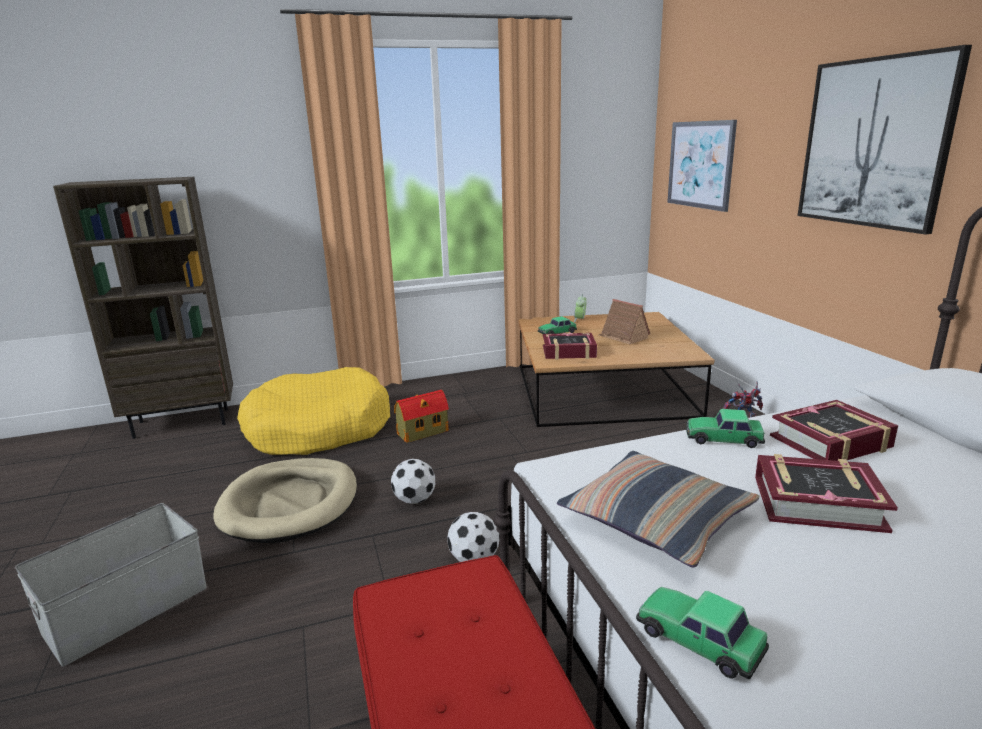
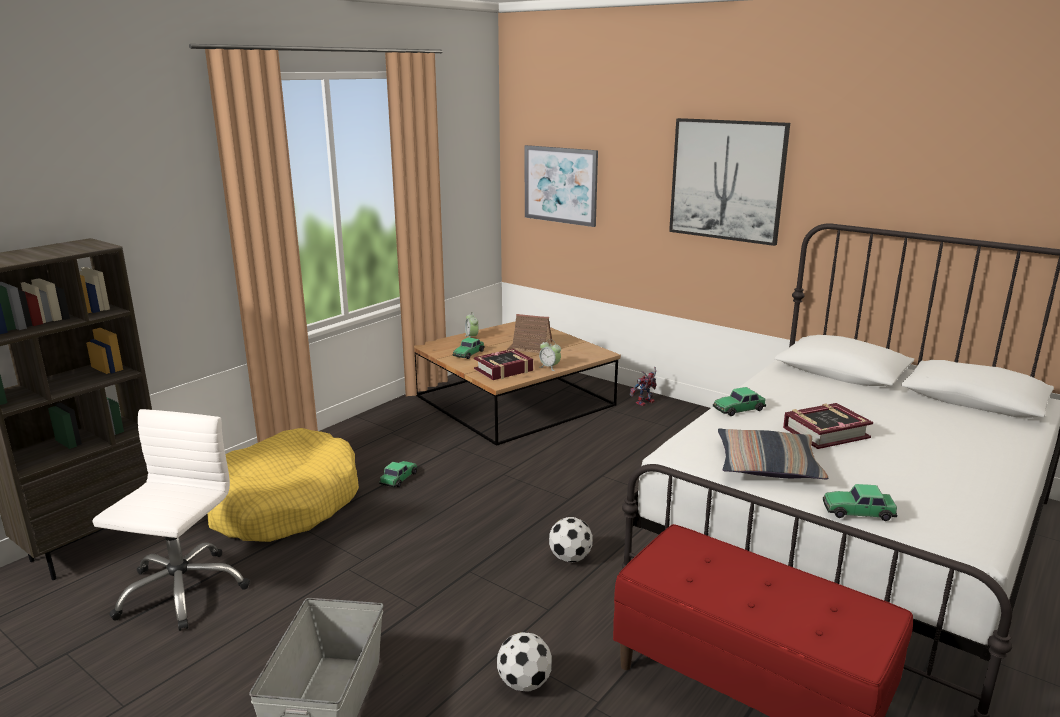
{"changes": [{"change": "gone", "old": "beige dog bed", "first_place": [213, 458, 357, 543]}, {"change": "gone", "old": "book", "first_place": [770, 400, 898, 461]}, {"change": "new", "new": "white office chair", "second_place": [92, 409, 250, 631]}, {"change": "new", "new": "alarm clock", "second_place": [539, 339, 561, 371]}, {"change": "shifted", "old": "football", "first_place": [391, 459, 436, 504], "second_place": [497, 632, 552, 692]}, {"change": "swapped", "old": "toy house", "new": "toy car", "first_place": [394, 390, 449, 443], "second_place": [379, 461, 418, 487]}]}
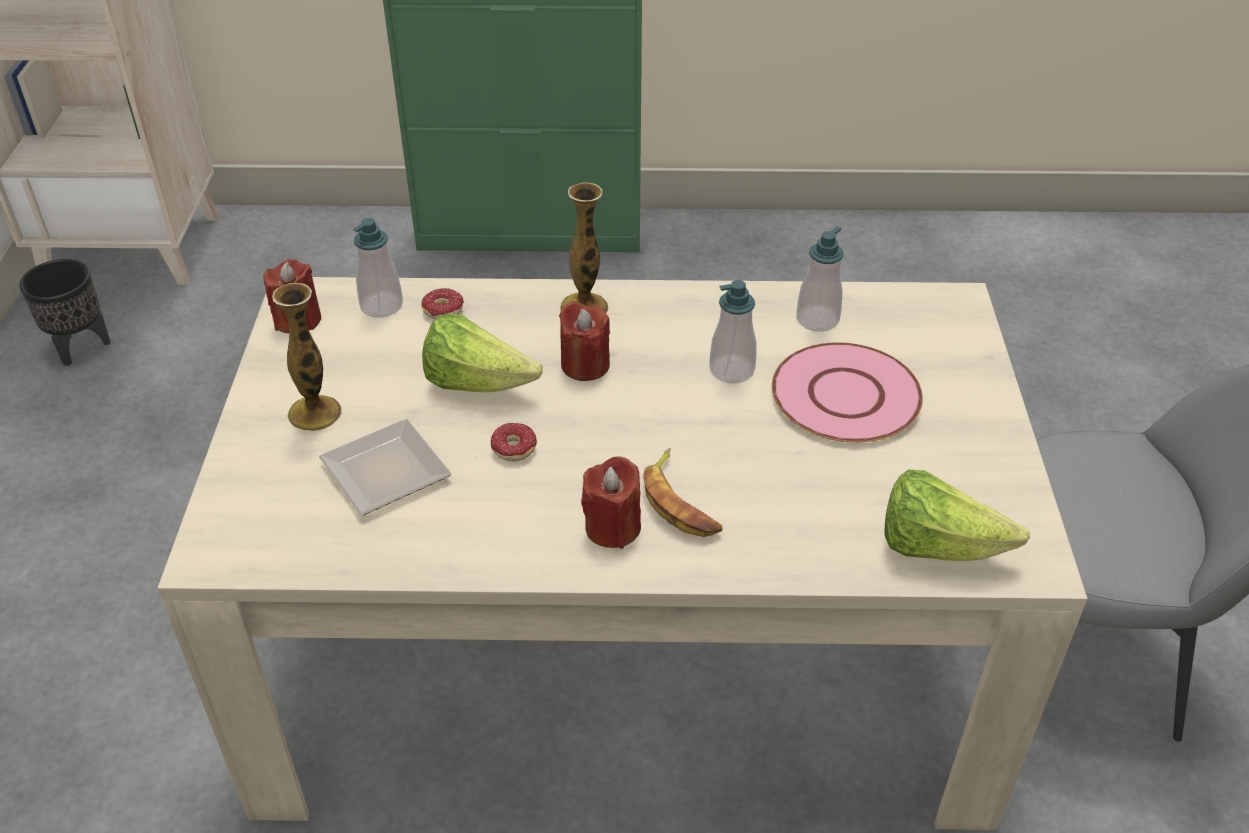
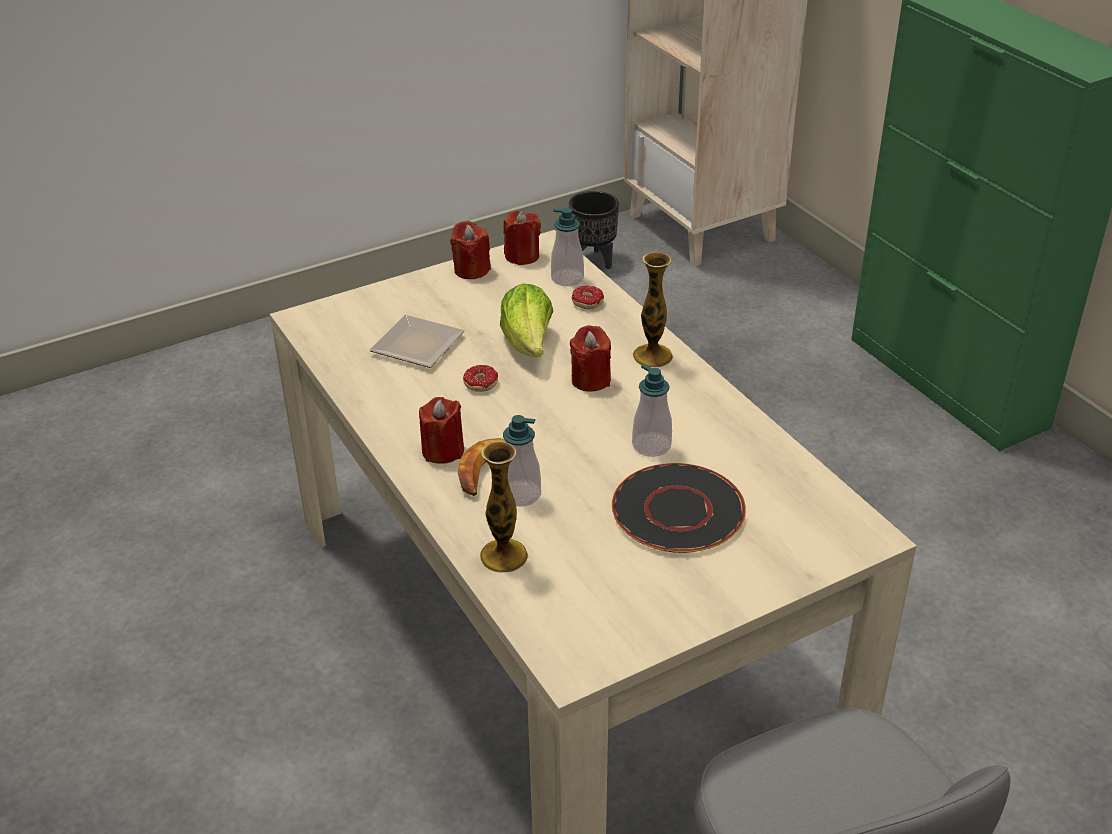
{"changes": [{"change": "gone", "old": "lettuce", "first_place": [884, 470, 1030, 561]}, {"change": "new", "new": "red candle", "second_place": [450, 221, 491, 279]}, {"change": "shifted", "old": "vase", "first_place": [272, 283, 342, 431], "second_place": [480, 441, 529, 573]}, {"change": "shifted", "old": "soap dispenser", "first_place": [796, 226, 844, 332], "second_place": [503, 415, 541, 506]}, {"change": "repainted", "old": "pink plate", "new": "black plate", "first_place": [772, 342, 923, 443], "second_place": [612, 463, 746, 553]}]}
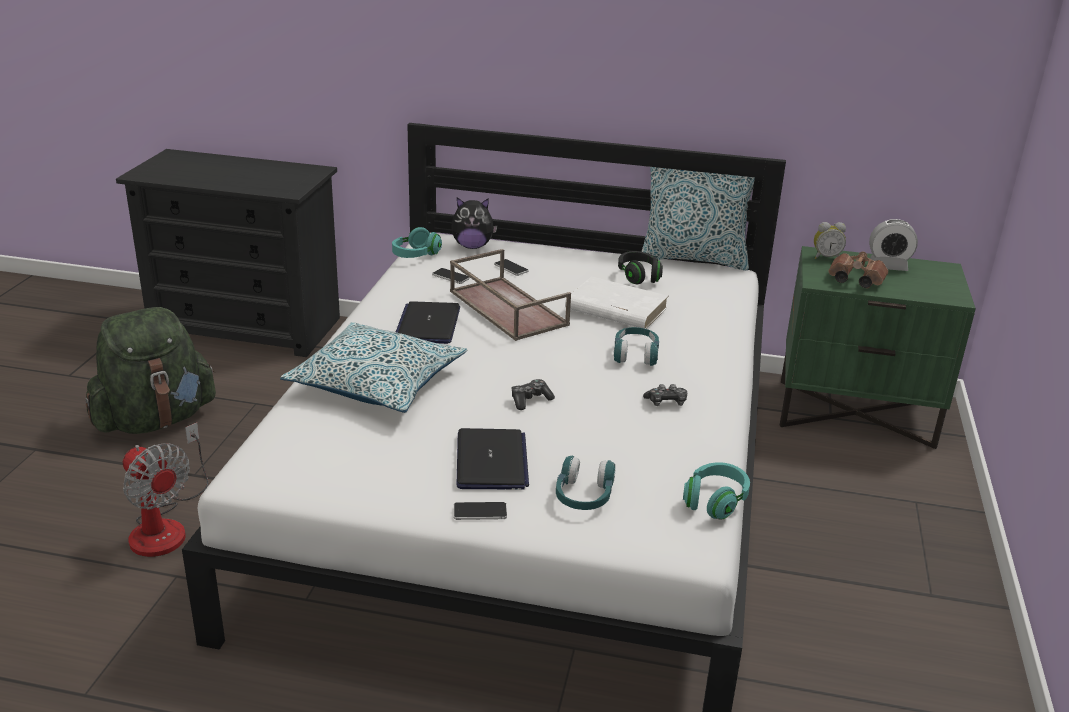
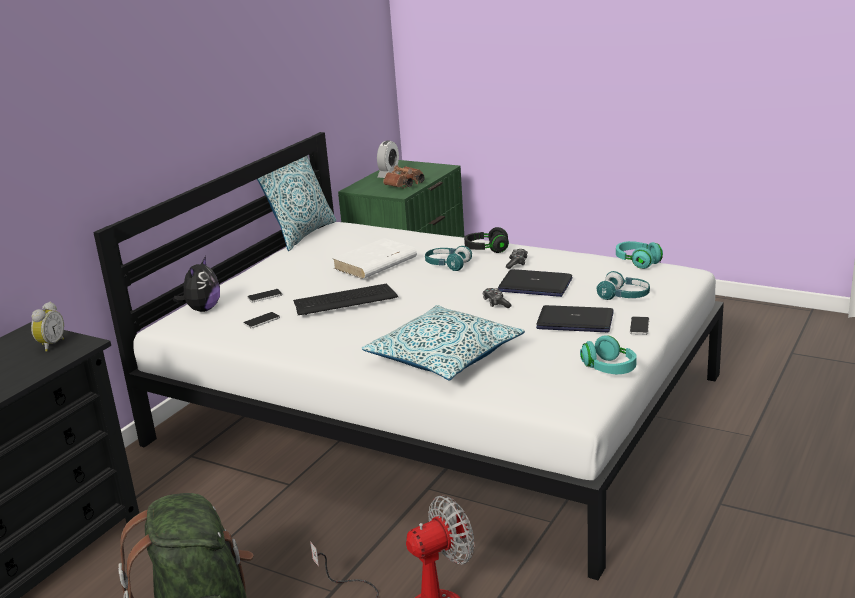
{"changes": [{"change": "shifted", "old": "turquoise headphones", "first_place": [392, 227, 442, 258], "second_place": [580, 336, 637, 374]}, {"change": "shifted", "old": "laptop", "first_place": [396, 301, 460, 344], "second_place": [498, 269, 572, 297]}, {"change": "shifted", "old": "black headphones", "first_place": [618, 251, 663, 284], "second_place": [464, 227, 509, 253]}, {"change": "shifted", "old": "alarm clock", "first_place": [814, 222, 846, 259], "second_place": [31, 302, 64, 352]}, {"change": "swapped", "old": "brown tray", "new": "keyboard", "first_place": [450, 249, 571, 341], "second_place": [293, 284, 398, 315]}]}
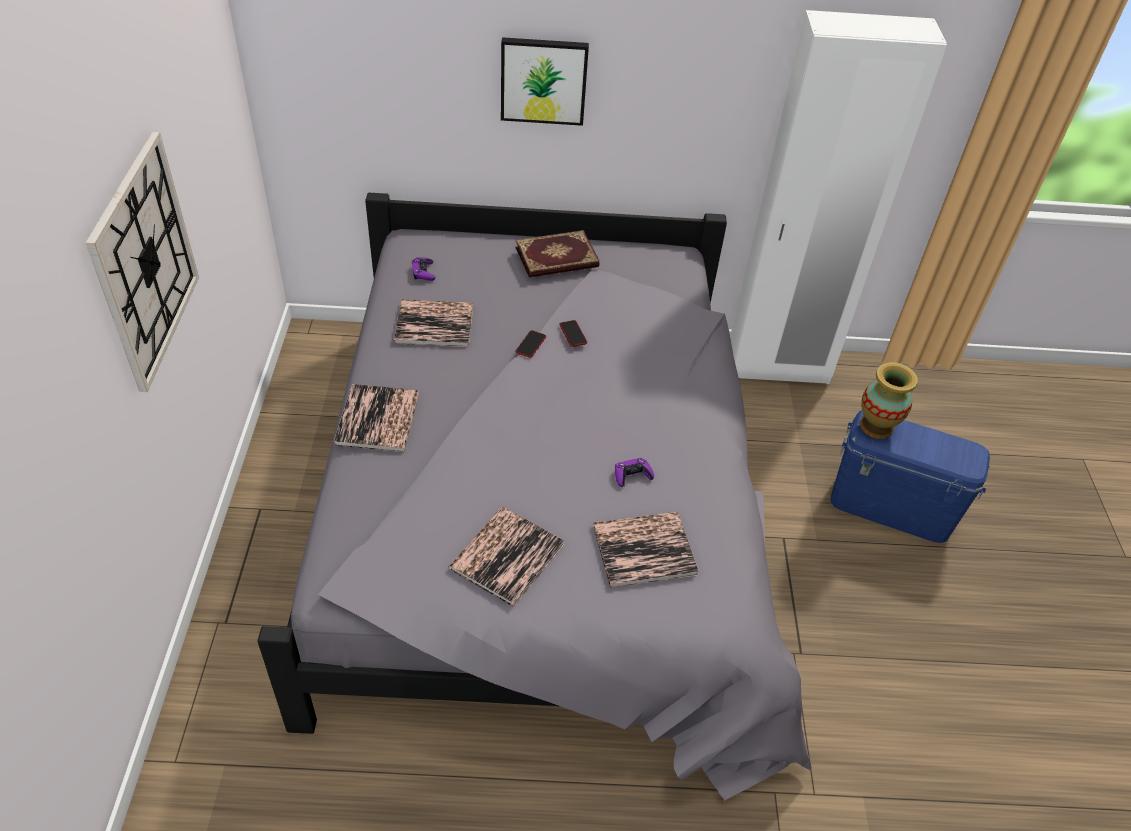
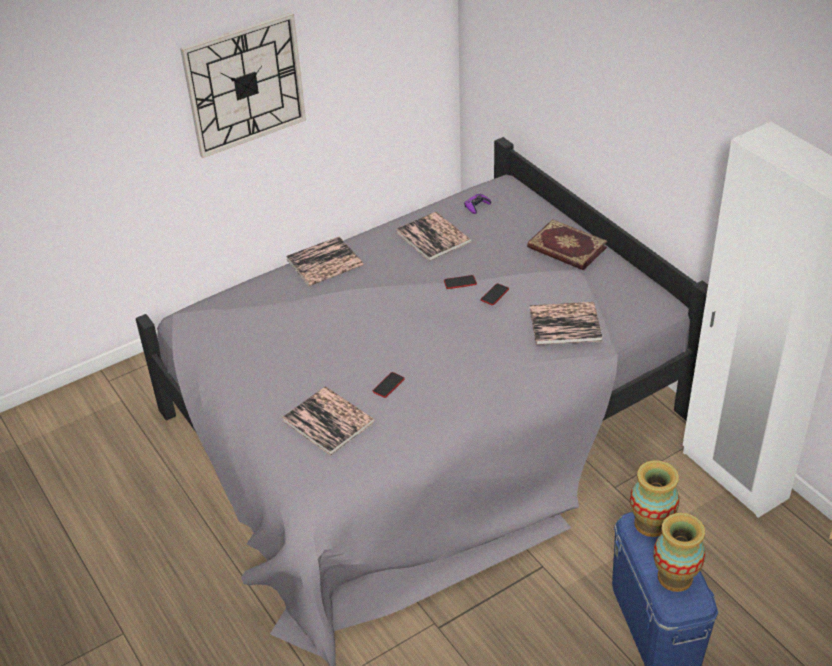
{"changes": [{"change": "gone", "old": "picture", "first_place": [501, 37, 589, 126]}, {"change": "new", "new": "vase", "second_place": [653, 513, 705, 592]}, {"change": "shifted", "old": "book", "first_place": [448, 507, 564, 607], "second_place": [530, 302, 603, 345]}, {"change": "swapped", "old": "purple game controller", "new": "phone", "first_place": [615, 458, 654, 487], "second_place": [373, 372, 405, 398]}]}
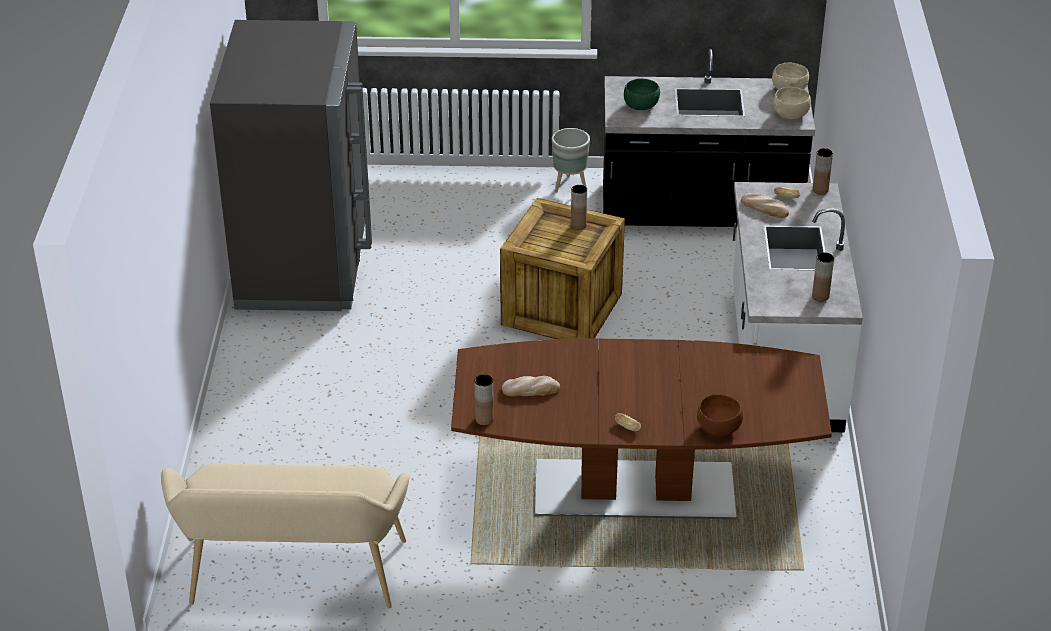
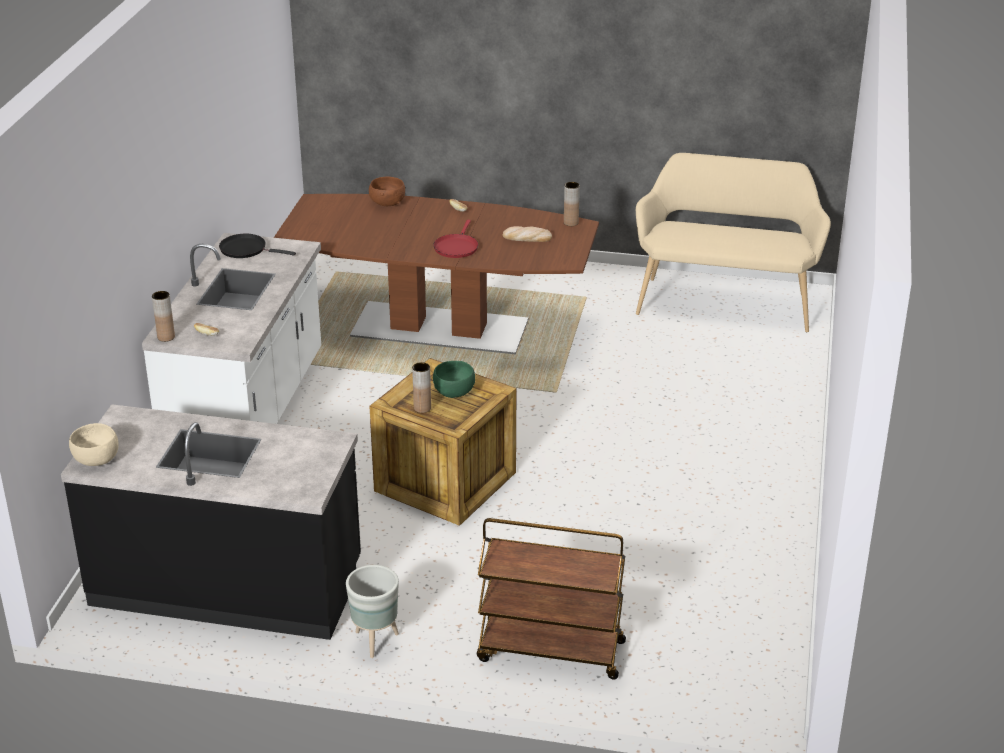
{"changes": [{"change": "gone", "old": "grey fridge", "first_place": [210, 20, 372, 311]}, {"change": "gone", "old": "bread", "first_place": [741, 193, 789, 218]}, {"change": "gone", "old": "beige bowl", "first_place": [773, 87, 811, 119]}, {"change": "new", "new": "red frying pan", "second_place": [433, 220, 478, 258]}, {"change": "new", "new": "brown cart", "second_place": [477, 518, 626, 680]}, {"change": "shifted", "old": "green bowl", "first_place": [624, 79, 660, 110], "second_place": [433, 361, 475, 398]}, {"change": "swapped", "old": "brown vase", "new": "black frying pan", "first_place": [812, 252, 834, 301], "second_place": [219, 234, 296, 258]}]}
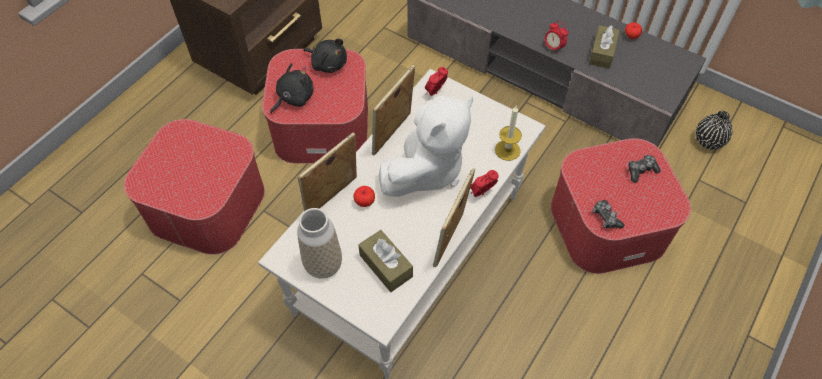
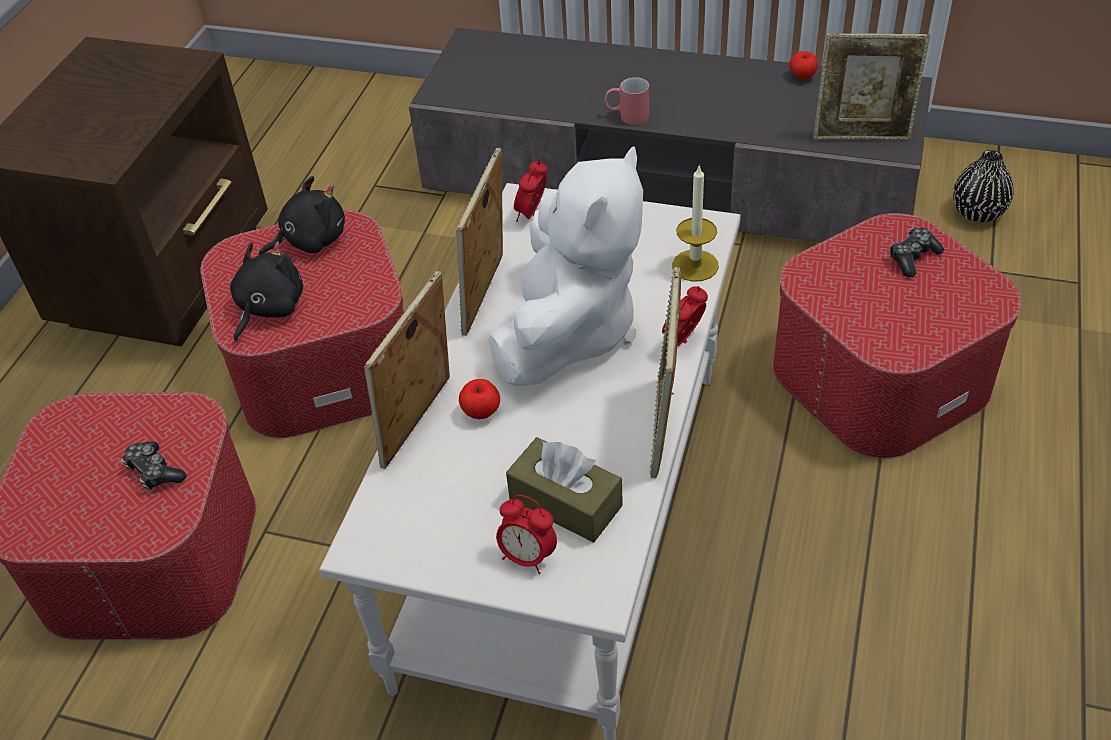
{"changes": [{"change": "gone", "old": "vase", "first_place": [297, 208, 342, 279]}, {"change": "gone", "old": "brown tissue box", "first_place": [589, 25, 620, 69]}, {"change": "new", "new": "red mug", "second_place": [605, 77, 649, 125]}, {"change": "new", "new": "picture frame", "second_place": [813, 33, 930, 140]}, {"change": "shifted", "old": "alarm clock", "first_place": [544, 21, 568, 54], "second_place": [496, 495, 557, 574]}, {"change": "shifted", "old": "game controller", "first_place": [593, 200, 624, 229], "second_place": [121, 442, 187, 490]}, {"change": "rotated", "old": "black plush toy", "first_place": [303, 39, 347, 73], "second_place": [259, 176, 345, 255], "degrees": -45}]}
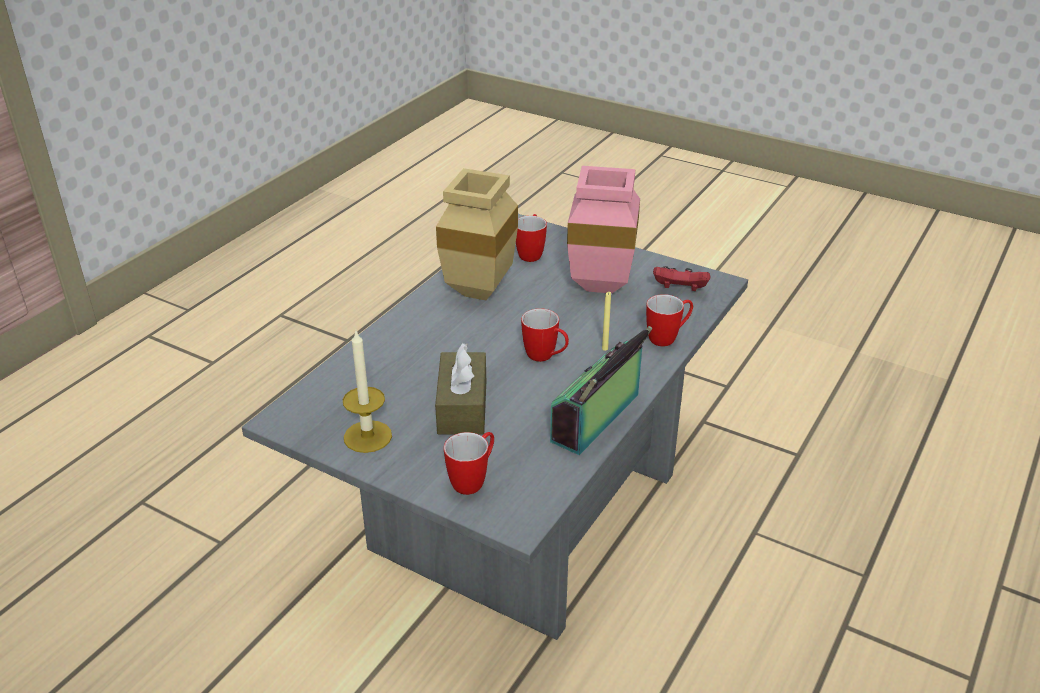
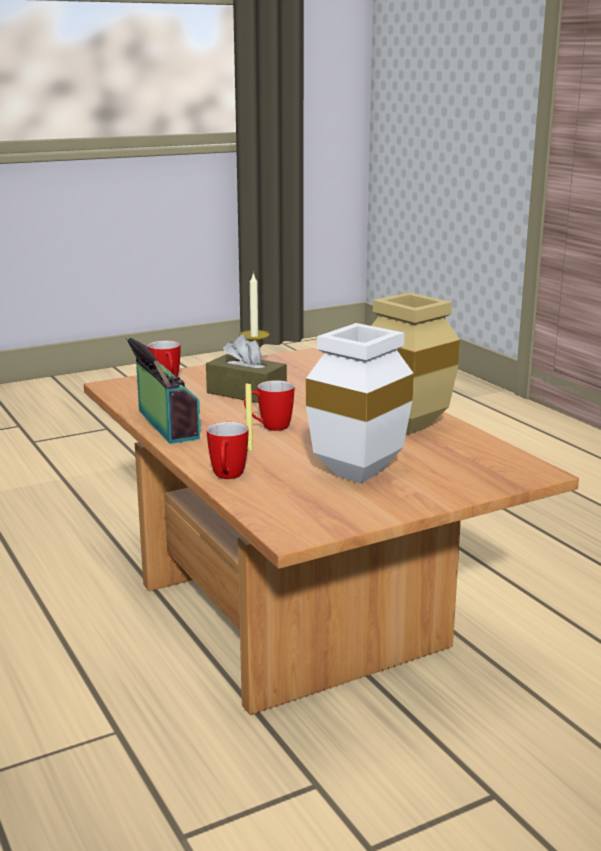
{"changes": [{"change": "gone", "old": "mug", "first_place": [516, 214, 547, 262]}, {"change": "gone", "old": "red game controller", "first_place": [653, 266, 710, 291]}, {"change": "repainted", "old": "grey coffee table", "new": "brown coffee table", "first_place": [242, 214, 748, 640], "second_place": [84, 348, 579, 715]}, {"change": "repainted", "old": "pink vase", "new": "white vase", "first_place": [567, 166, 640, 294], "second_place": [306, 323, 414, 484]}]}
